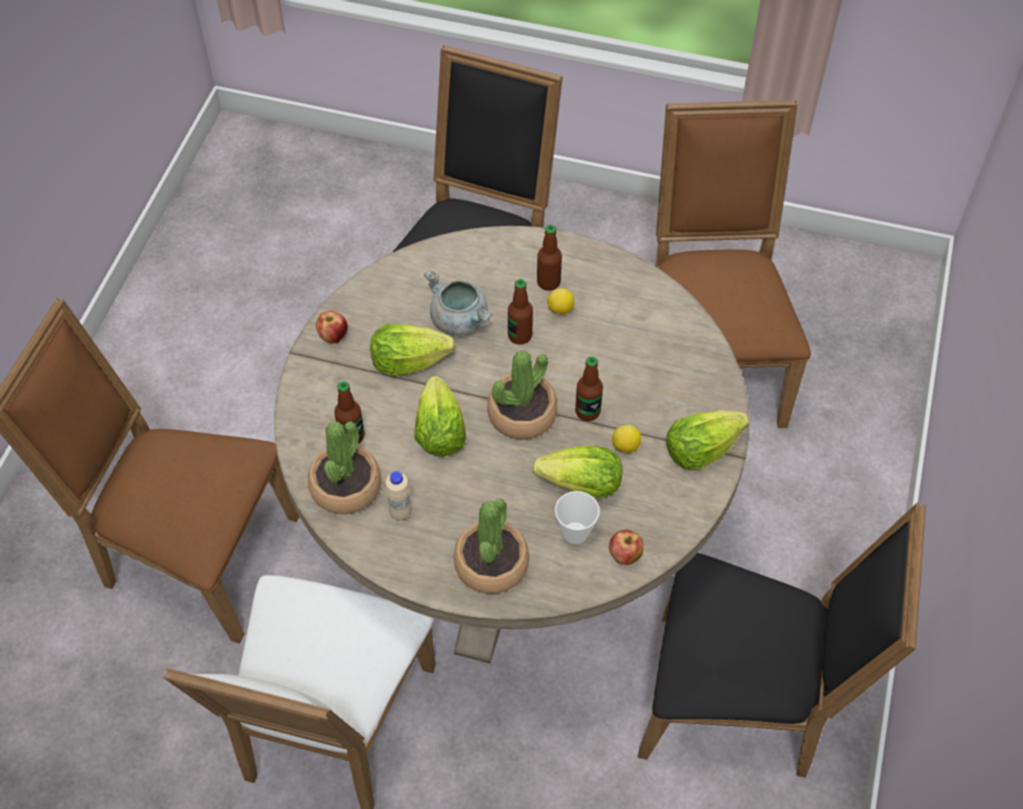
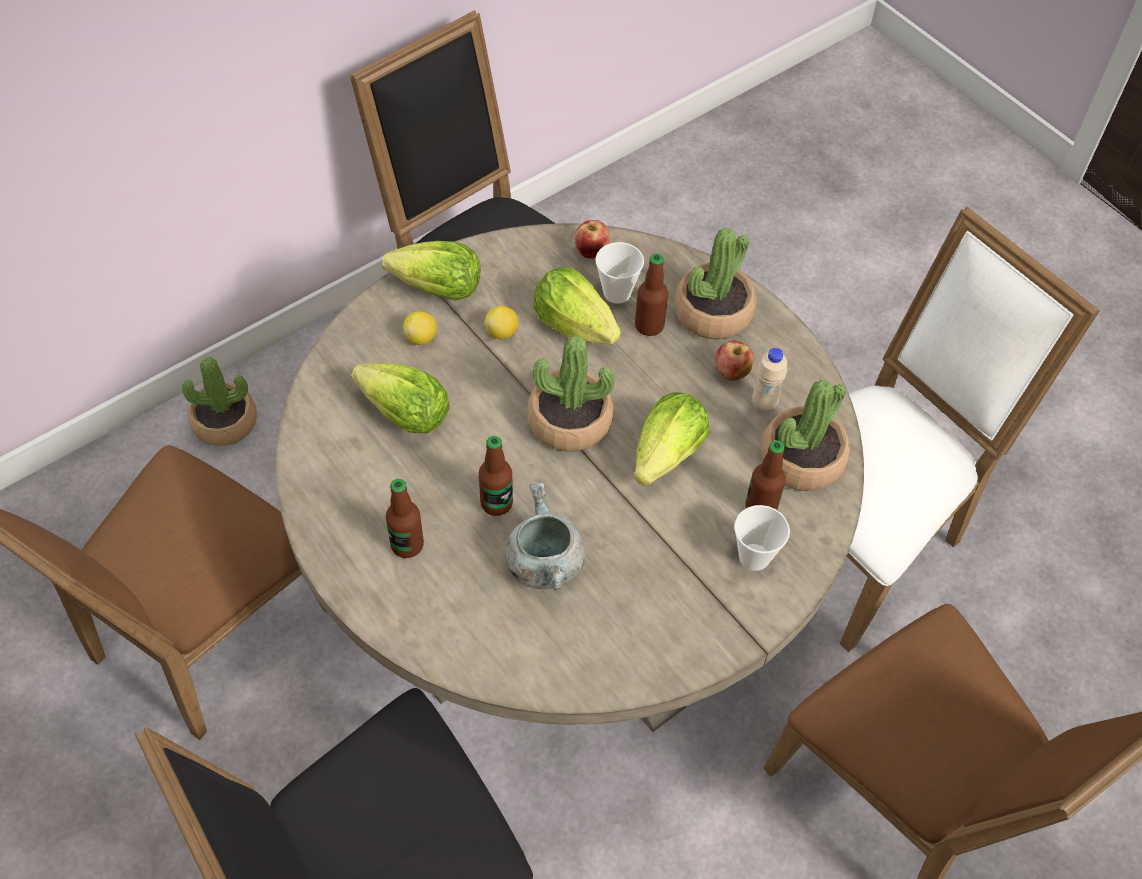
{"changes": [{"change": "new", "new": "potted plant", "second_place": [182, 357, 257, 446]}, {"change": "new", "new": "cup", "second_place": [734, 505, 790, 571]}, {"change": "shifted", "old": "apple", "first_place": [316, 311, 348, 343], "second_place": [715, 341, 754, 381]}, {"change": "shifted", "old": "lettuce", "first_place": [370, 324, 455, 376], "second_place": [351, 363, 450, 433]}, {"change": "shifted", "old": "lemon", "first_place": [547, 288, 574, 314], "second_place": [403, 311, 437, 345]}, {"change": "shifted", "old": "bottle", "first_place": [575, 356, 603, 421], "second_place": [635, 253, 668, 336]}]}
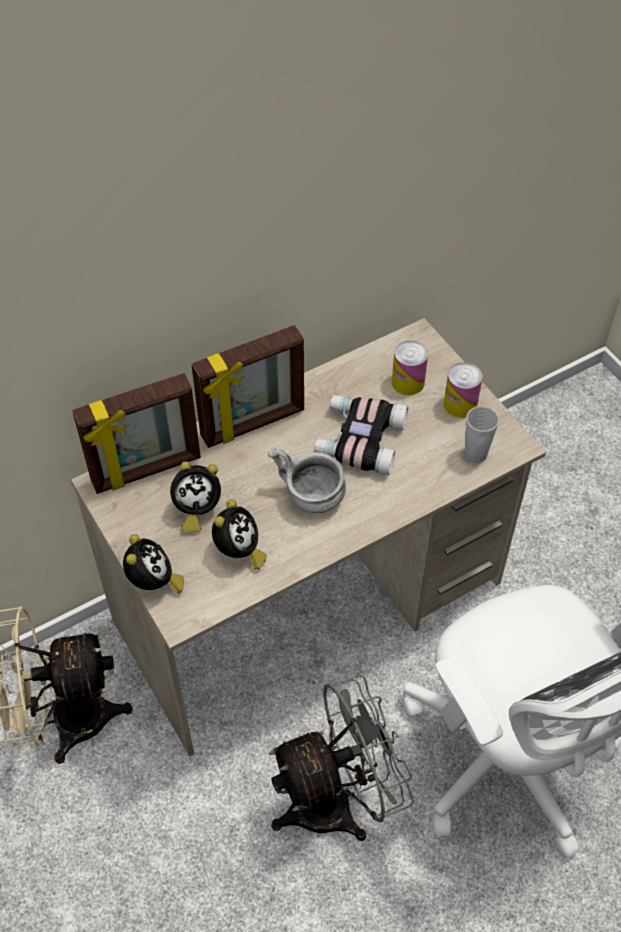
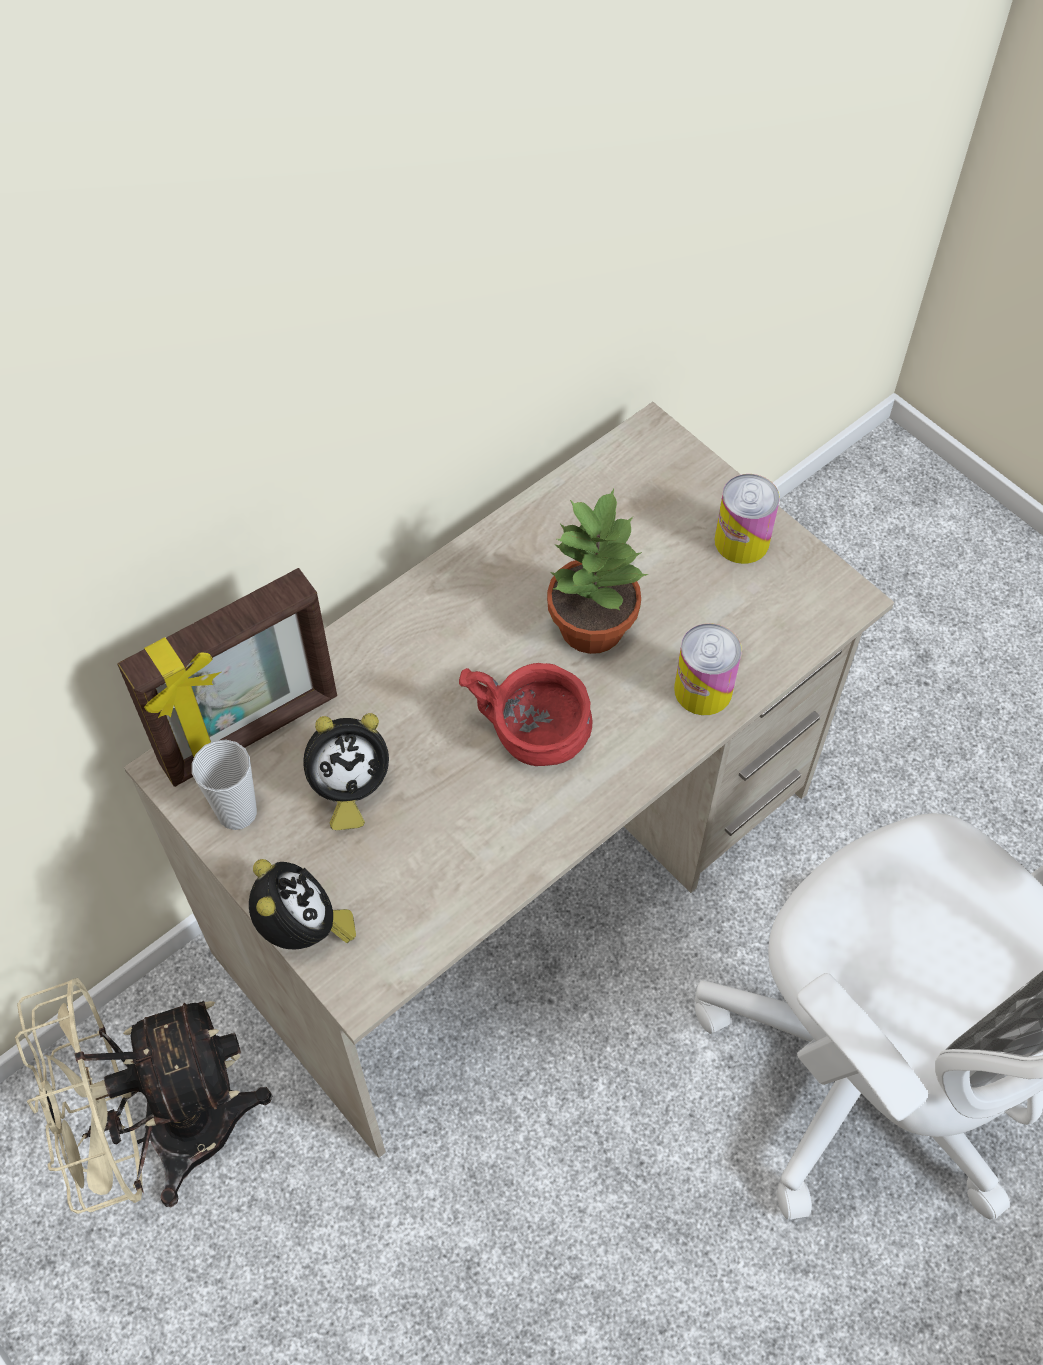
{"changes": [{"change": "gone", "old": "picture frame", "first_place": [191, 325, 304, 448]}, {"change": "gone", "old": "alarm clock", "first_place": [212, 499, 267, 570]}, {"change": "gone", "old": "grey fan", "first_place": [269, 675, 414, 841]}, {"change": "shifted", "old": "can", "first_place": [392, 340, 428, 395], "second_place": [674, 623, 742, 715]}, {"change": "shifted", "old": "cup", "first_place": [465, 406, 499, 463], "second_place": [192, 739, 257, 830]}, {"change": "swapped", "old": "binoculars", "new": "potted plant", "first_place": [314, 395, 408, 475], "second_place": [547, 489, 649, 654]}, {"change": "repainted", "old": "grey bowl", "new": "red bowl", "first_place": [268, 448, 346, 513], "second_place": [459, 663, 592, 766]}]}
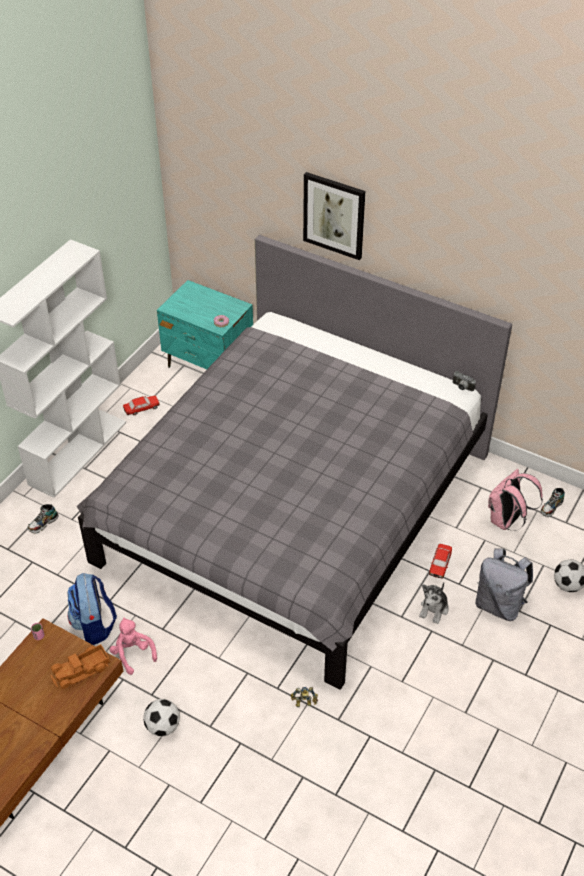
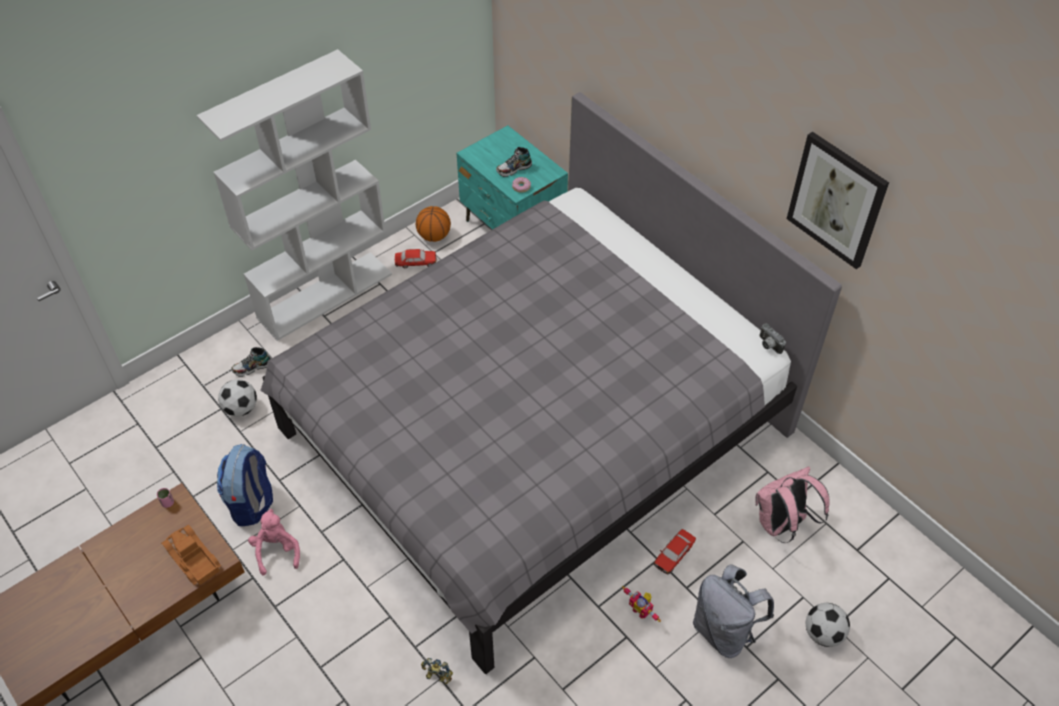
{"changes": [{"change": "new", "new": "basketball", "second_place": [416, 206, 451, 242]}, {"change": "shifted", "old": "football", "first_place": [143, 699, 180, 736], "second_place": [218, 379, 257, 417]}, {"change": "shifted", "old": "picture", "first_place": [303, 172, 365, 260], "second_place": [787, 132, 889, 269]}, {"change": "shifted", "old": "shoe", "first_place": [541, 488, 565, 517], "second_place": [496, 147, 532, 177]}, {"change": "swapped", "old": "plush toy", "new": "toy robot", "first_place": [419, 583, 449, 624], "second_place": [622, 586, 661, 622]}, {"change": "rotated", "old": "toy truck", "first_place": [51, 644, 110, 689], "second_place": [161, 525, 221, 585], "degrees": 60}]}
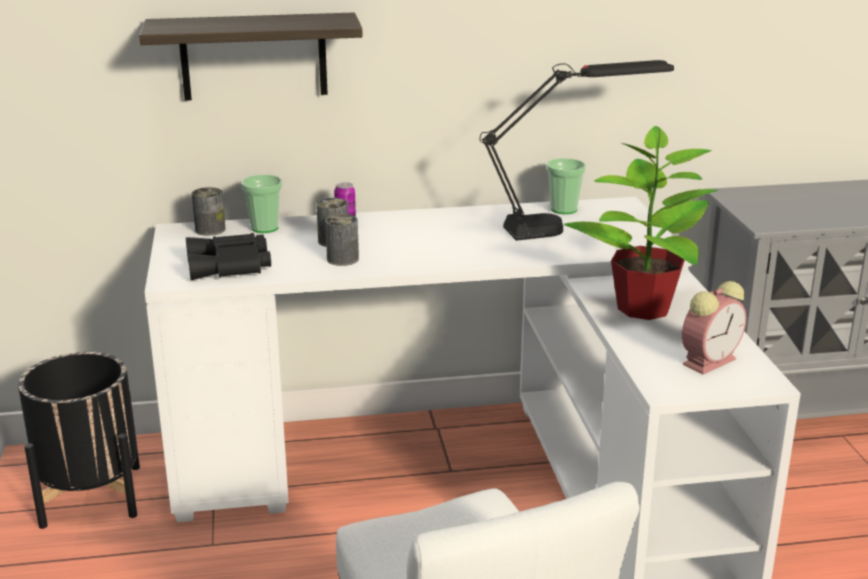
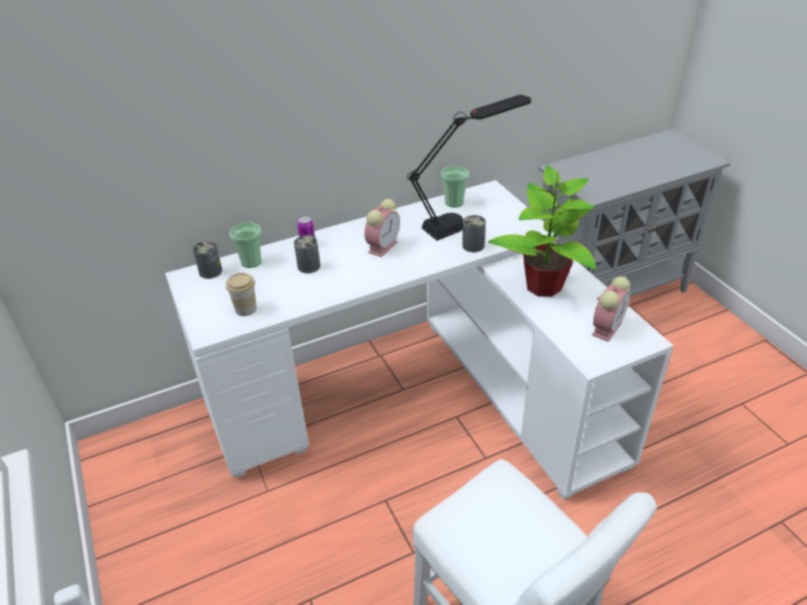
{"changes": [{"change": "gone", "old": "black planter", "first_place": [18, 352, 140, 529]}, {"change": "gone", "old": "shelf", "first_place": [139, 13, 363, 101]}, {"change": "new", "new": "alarm clock", "second_place": [365, 199, 400, 257]}, {"change": "shifted", "old": "can", "first_place": [325, 214, 359, 266], "second_place": [462, 215, 486, 252]}, {"change": "swapped", "old": "black binoculars", "new": "cup", "first_place": [186, 233, 271, 280], "second_place": [226, 273, 257, 316]}]}
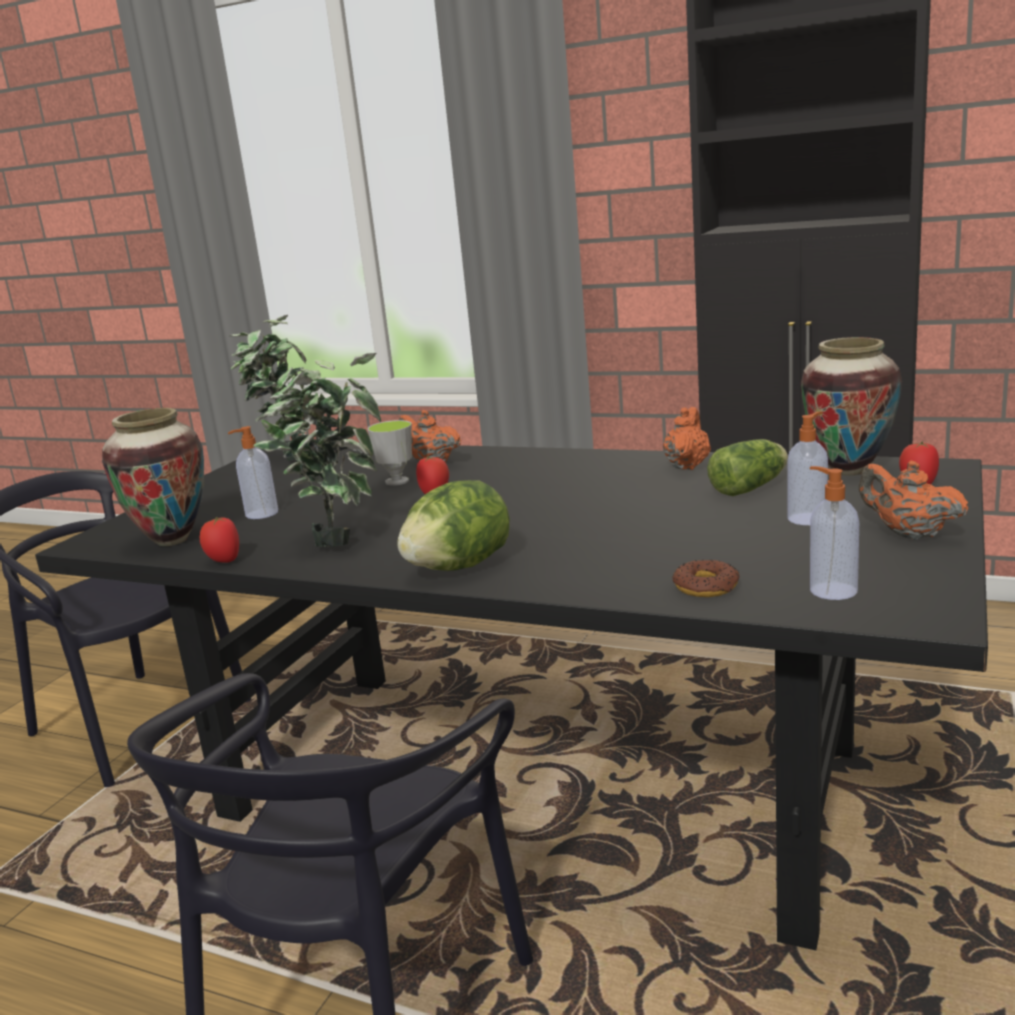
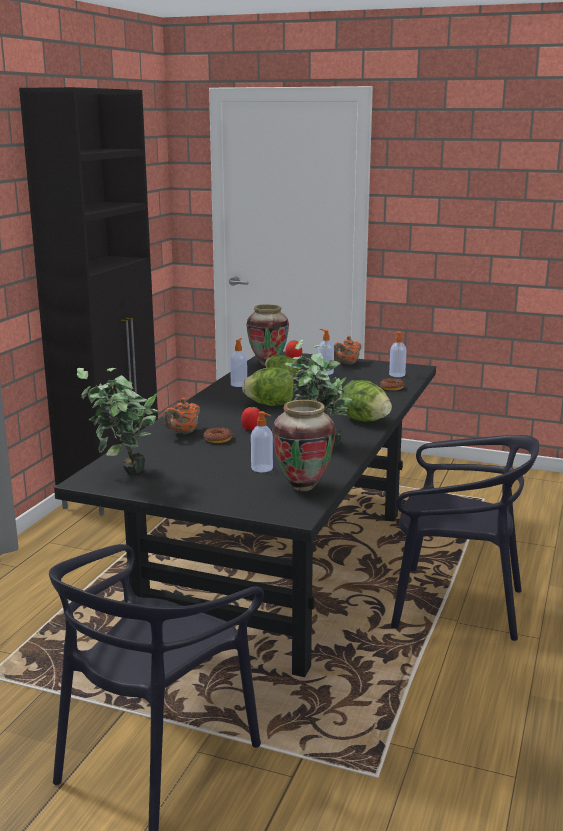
{"changes": [{"change": "gone", "old": "tomato", "first_place": [200, 517, 239, 563]}, {"change": "new", "new": "lettuce", "second_place": [242, 367, 294, 406]}, {"change": "swapped", "old": "cup", "new": "donut", "first_place": [367, 420, 412, 486], "second_place": [203, 427, 233, 443]}, {"change": "swapped", "old": "orange teapot", "new": "soap dispenser", "first_place": [663, 407, 711, 470], "second_place": [230, 338, 247, 387]}]}
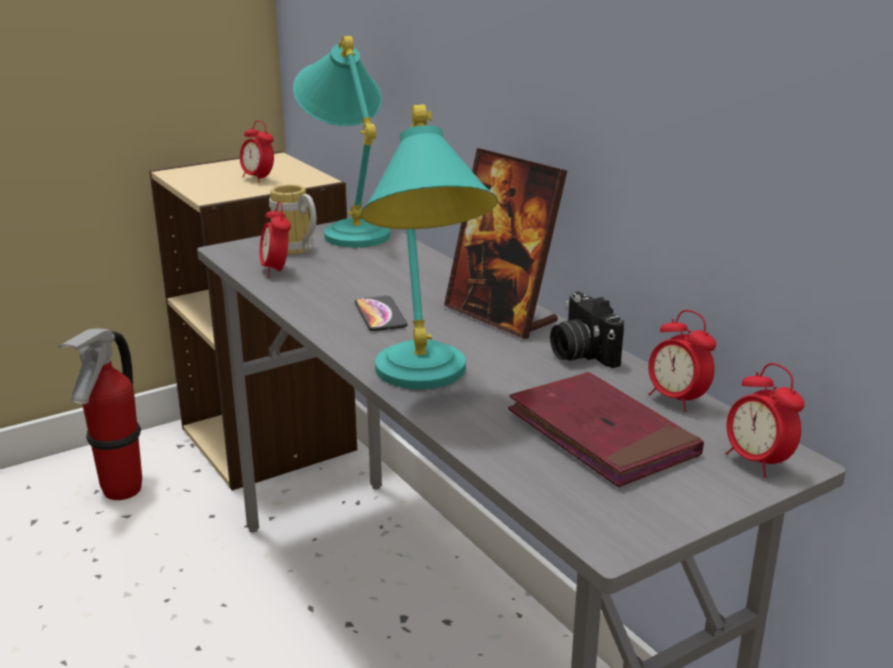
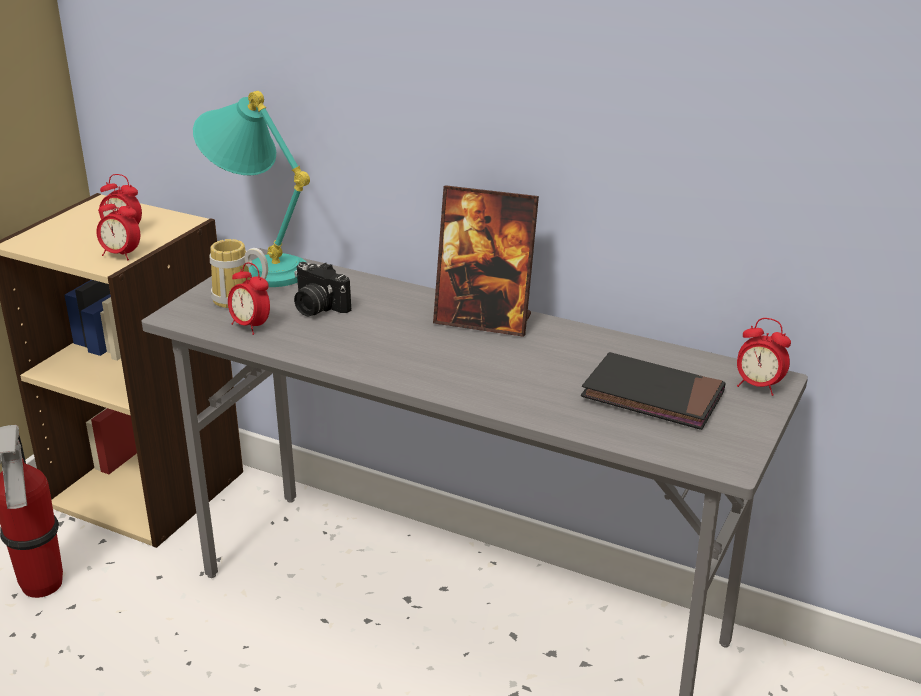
{"changes": [{"change": "gone", "old": "phone", "first_place": [355, 296, 407, 331]}, {"change": "gone", "old": "turquoise table lamp", "first_place": [361, 104, 498, 389]}, {"change": "shifted", "old": "photo camera", "first_place": [550, 292, 624, 368], "second_place": [294, 262, 351, 316]}, {"change": "shifted", "old": "alarm clock", "first_place": [648, 310, 716, 412], "second_place": [96, 194, 140, 260]}, {"change": "repainted", "old": "red book", "new": "black book", "first_place": [508, 372, 704, 487], "second_place": [581, 352, 726, 430]}]}
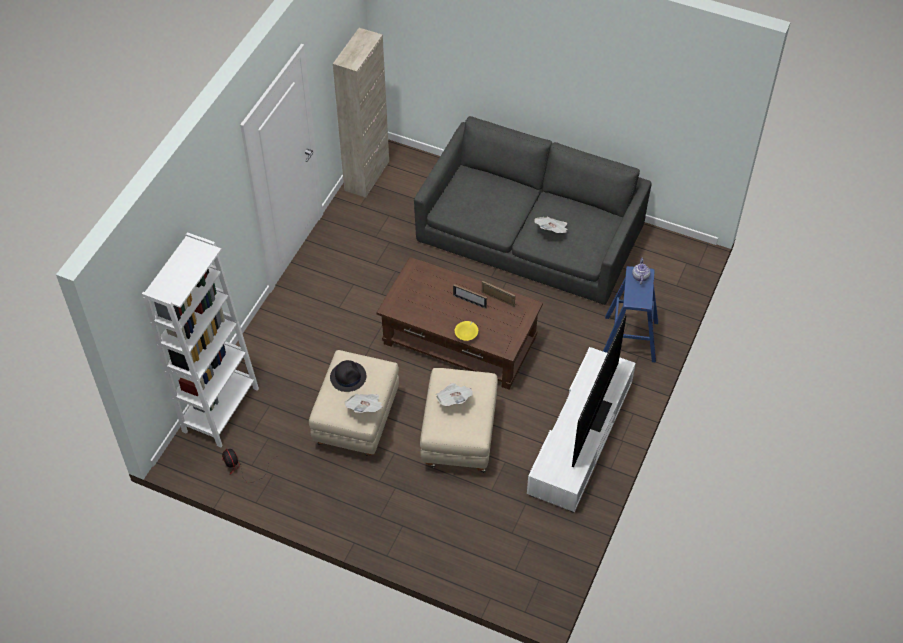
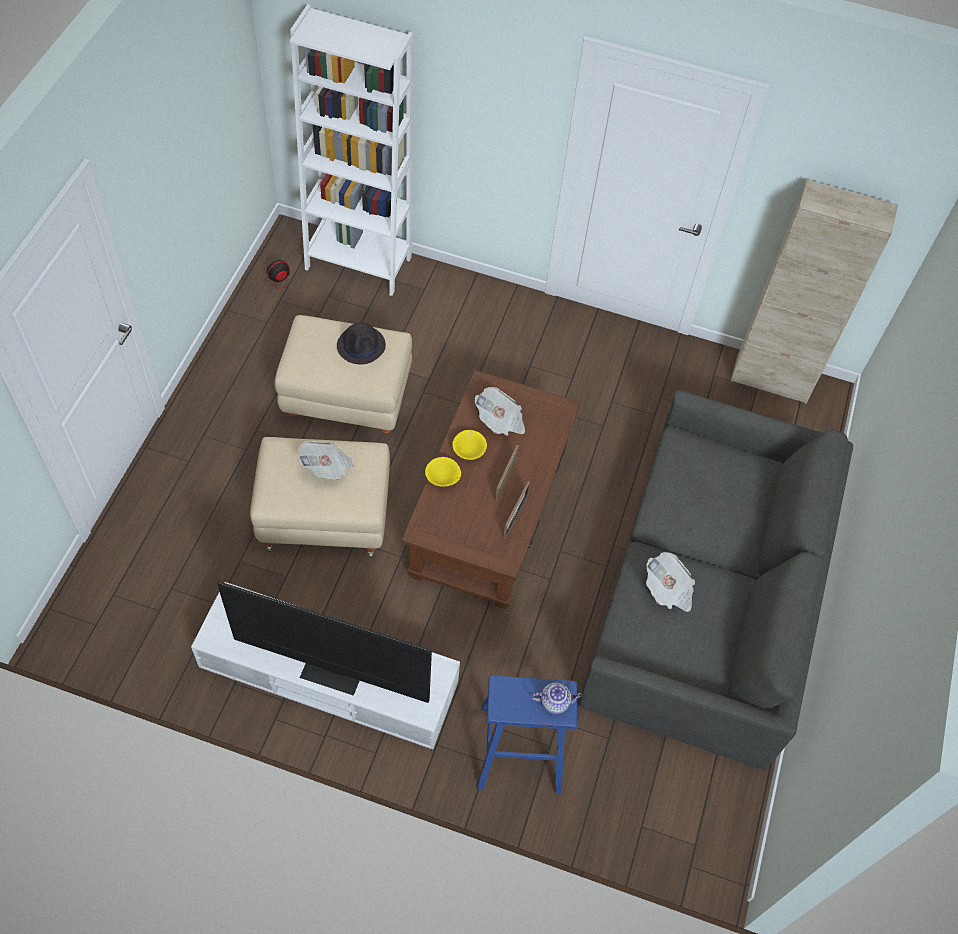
{"changes": [{"change": "new", "new": "yellow bowl", "second_place": [453, 430, 487, 460]}, {"change": "shifted", "old": "newspaper", "first_place": [344, 394, 383, 413], "second_place": [475, 387, 525, 436]}]}
